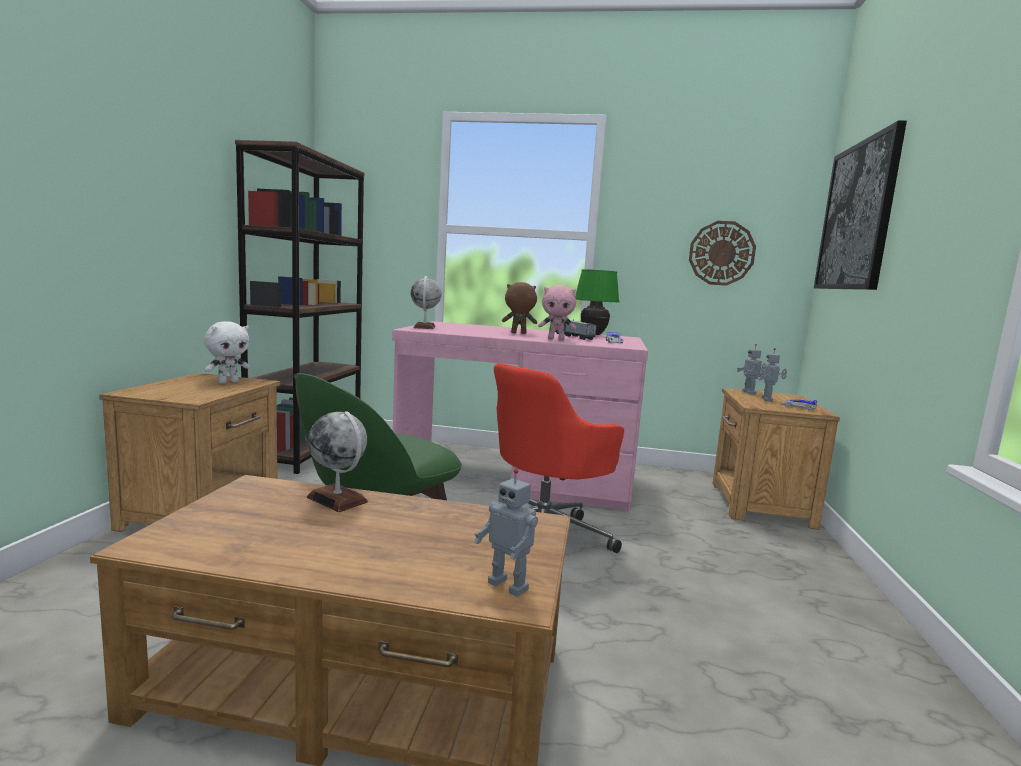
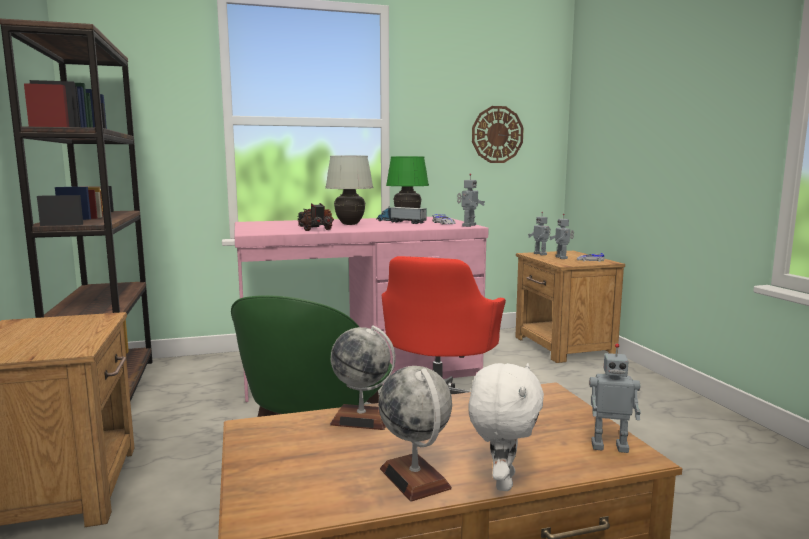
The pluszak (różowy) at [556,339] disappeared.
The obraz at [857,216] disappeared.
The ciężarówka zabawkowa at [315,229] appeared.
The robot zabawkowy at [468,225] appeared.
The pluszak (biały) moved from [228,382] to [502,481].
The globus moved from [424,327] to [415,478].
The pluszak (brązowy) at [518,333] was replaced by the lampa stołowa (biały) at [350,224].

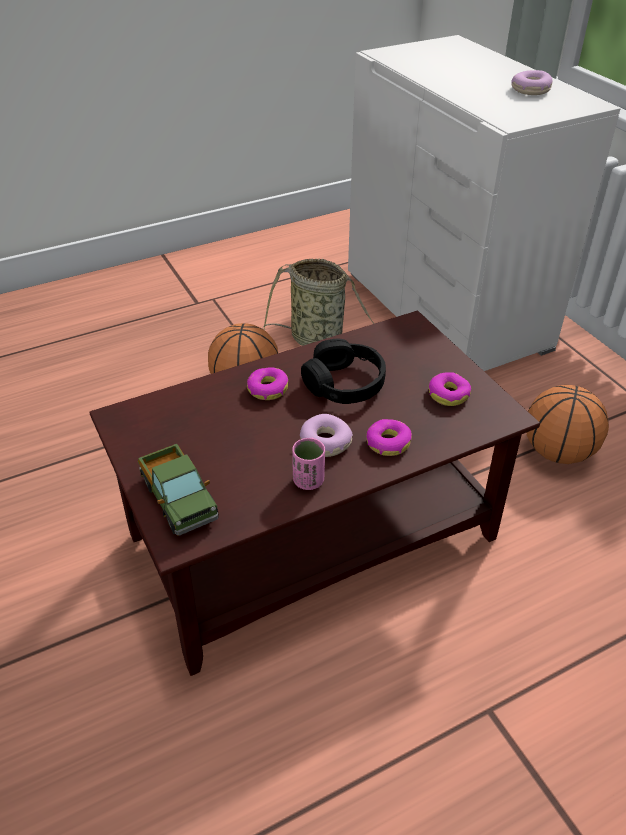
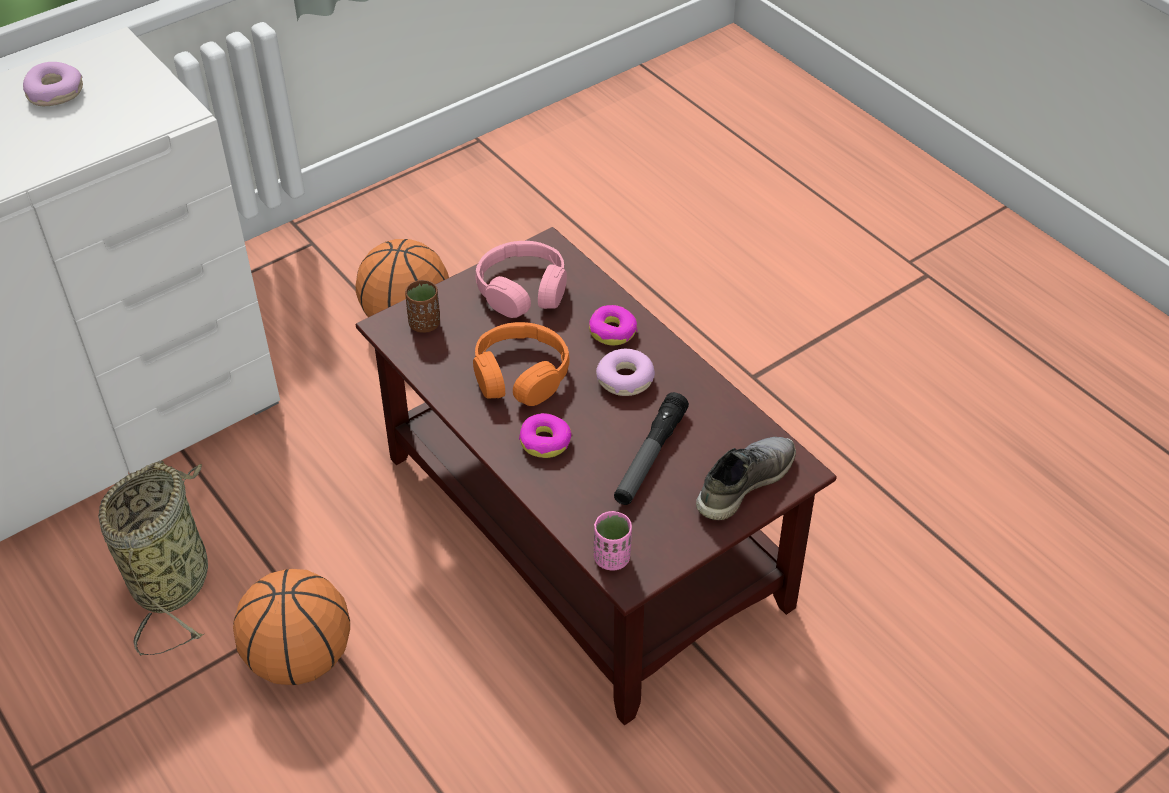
The filiżanka (brązowy) at [424,324] appeared.
The latarka at [650,456] appeared.
The filiżanka (różowy) moved from [308,481] to [612,558].
The ciężarówka zabawkowa at [179,499] was replaced by the but (szary) at [743,483].
The donut at [448,394] was replaced by the słuchawki (różowy) at [523,290].
The słuchawki (czarny) at [344,383] became the słuchawki (pomarańczowy) at [520,375].

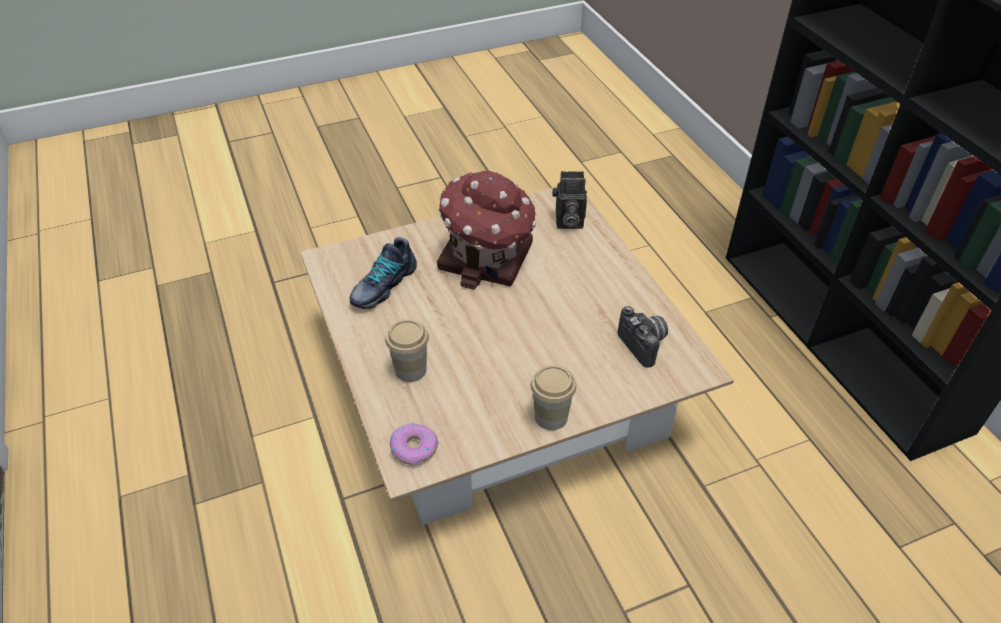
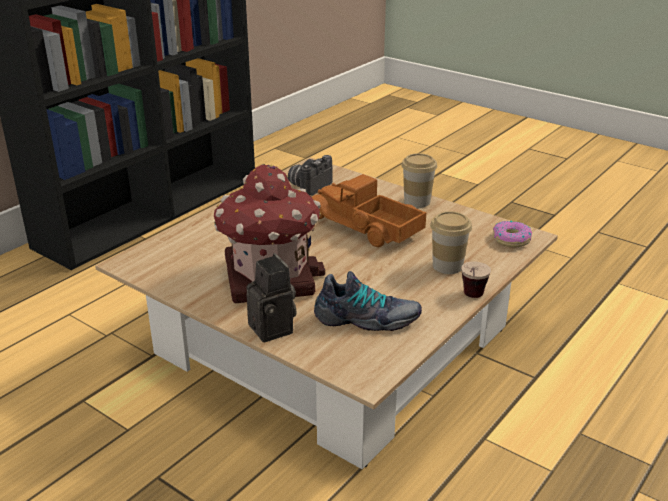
The ciężarówka zabawkowa at [363,226] appeared.
The filiżanka at [471,299] appeared.
The aparat fotograficzny moved from [567,222] to [274,329].

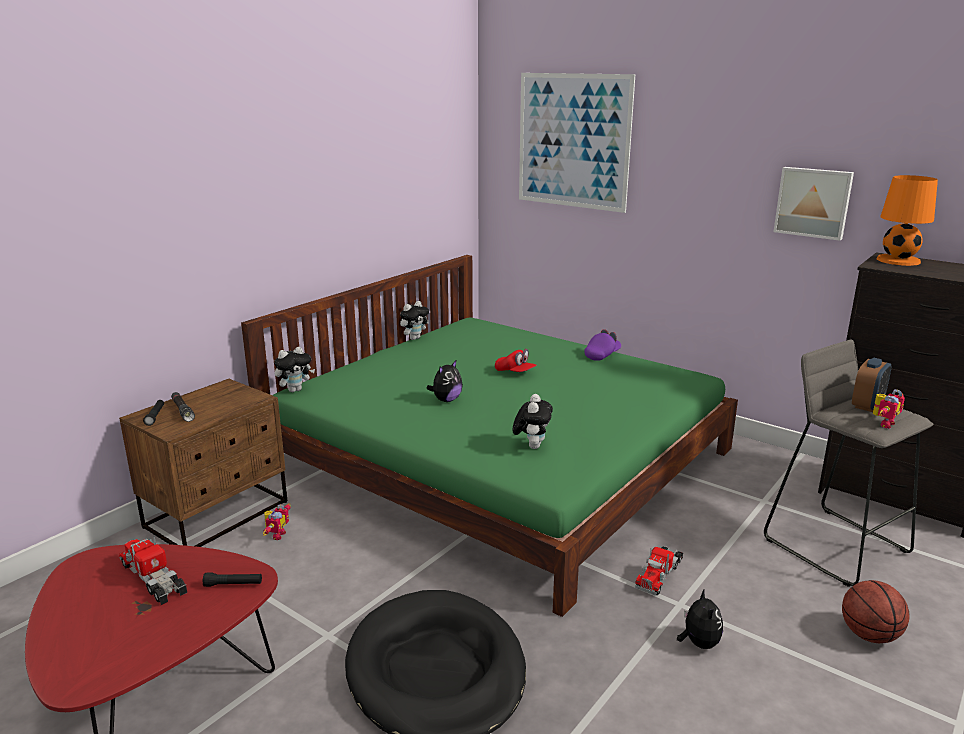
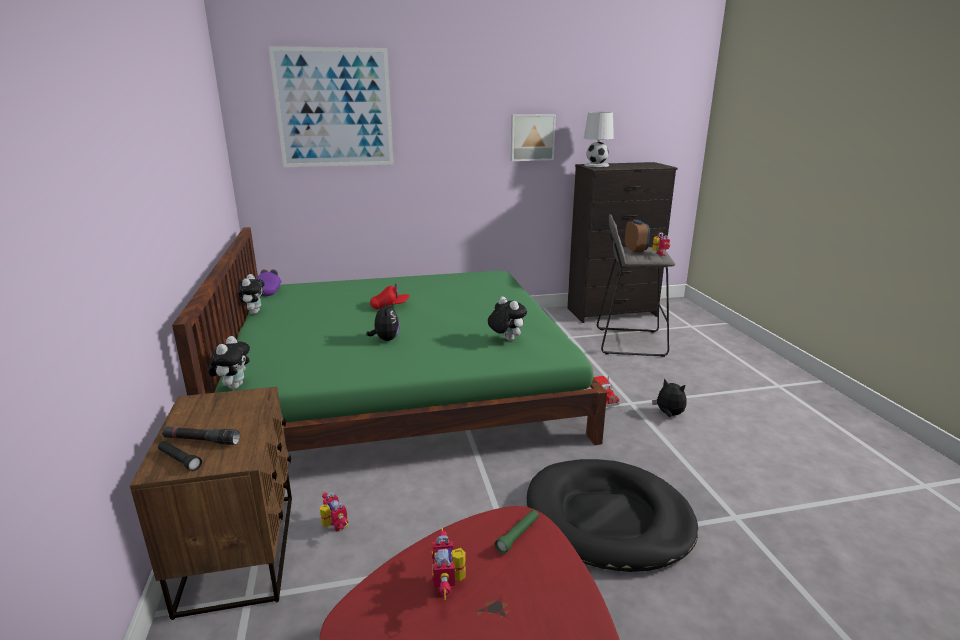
The piłka do koszykówki at [869,635] disappeared.
The czapka z daszkiem (fioletowy) moved from [602,355] to [269,291].
The ciężarówka zabawkowa at [153,578] was replaced by the robot zabawkowy at [449,585].
The latarka (czarny) at [233,584] became the latarka (zielony) at [518,535].
The lampa stołowa (pomarańczowy) at [898,260] became the lampa stołowa (biały) at [596,165].

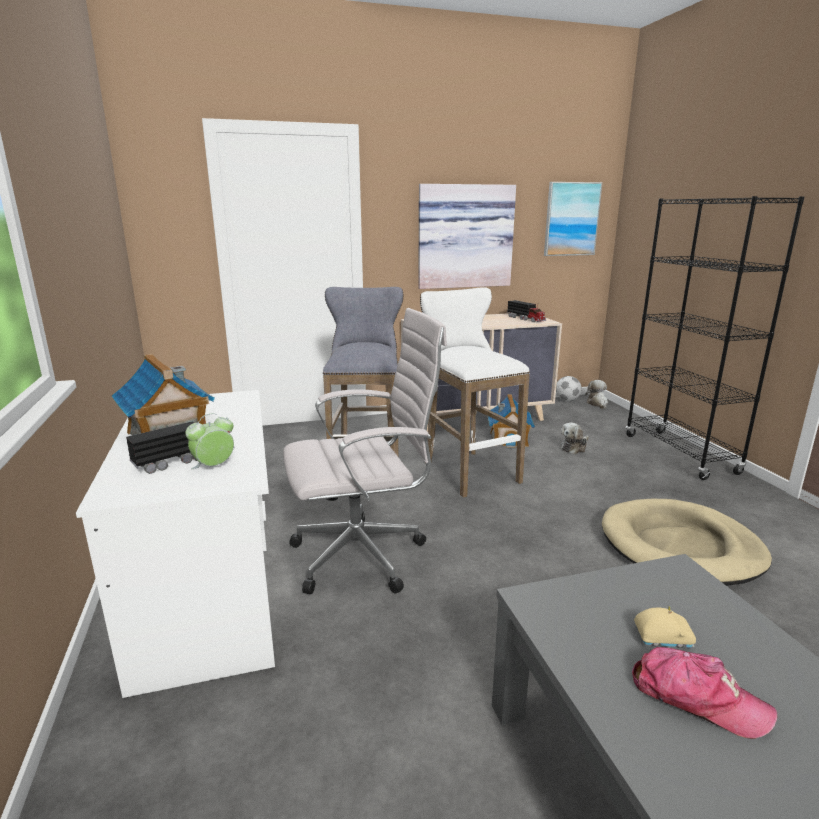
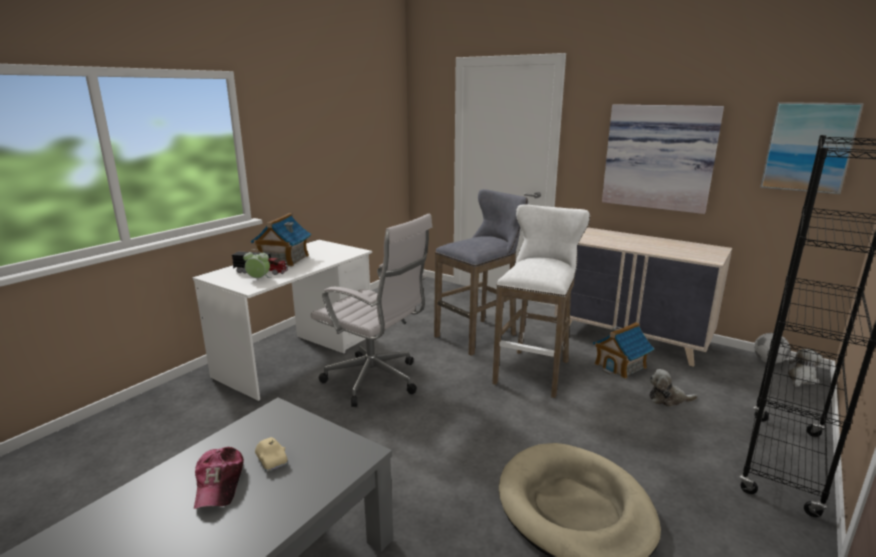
The ciężarówka zabawkowa at [526,319] disappeared.

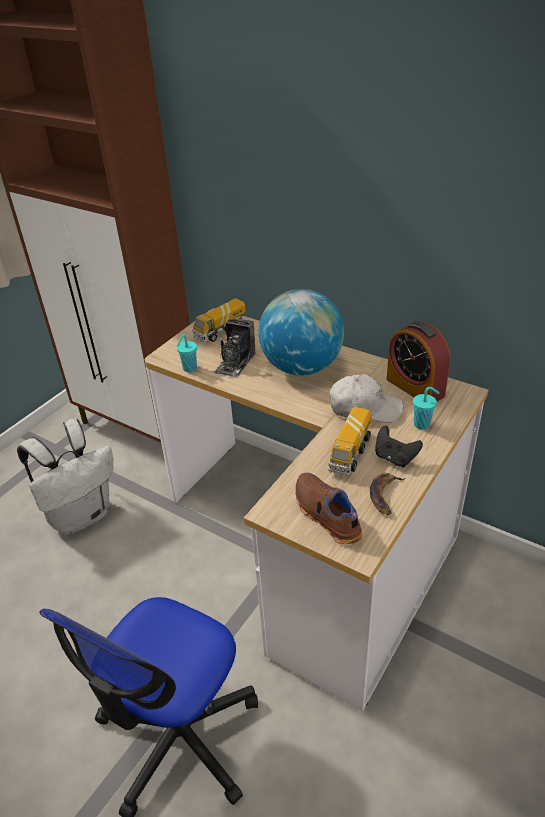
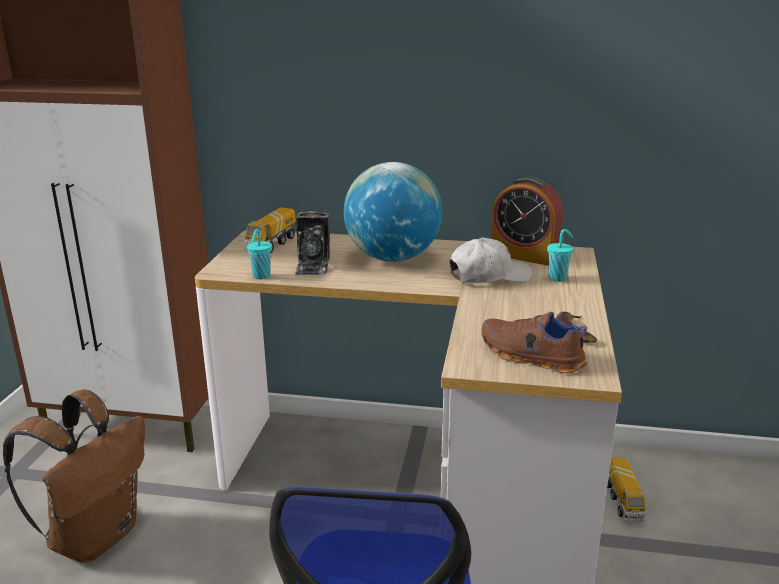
The pad do gier (czarny) at [394,458] disappeared.
The ciężarówka zabawkowa moved from [350,453] to [624,502].
The plecak (biały) at [82,515] became the plecak (brązowy) at [95,536].

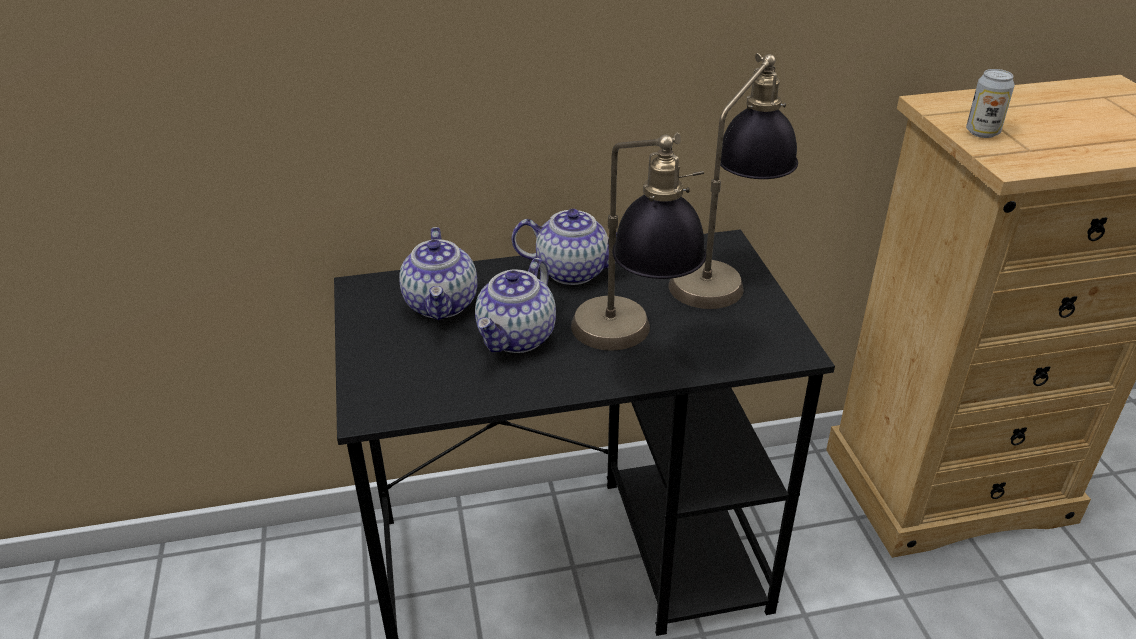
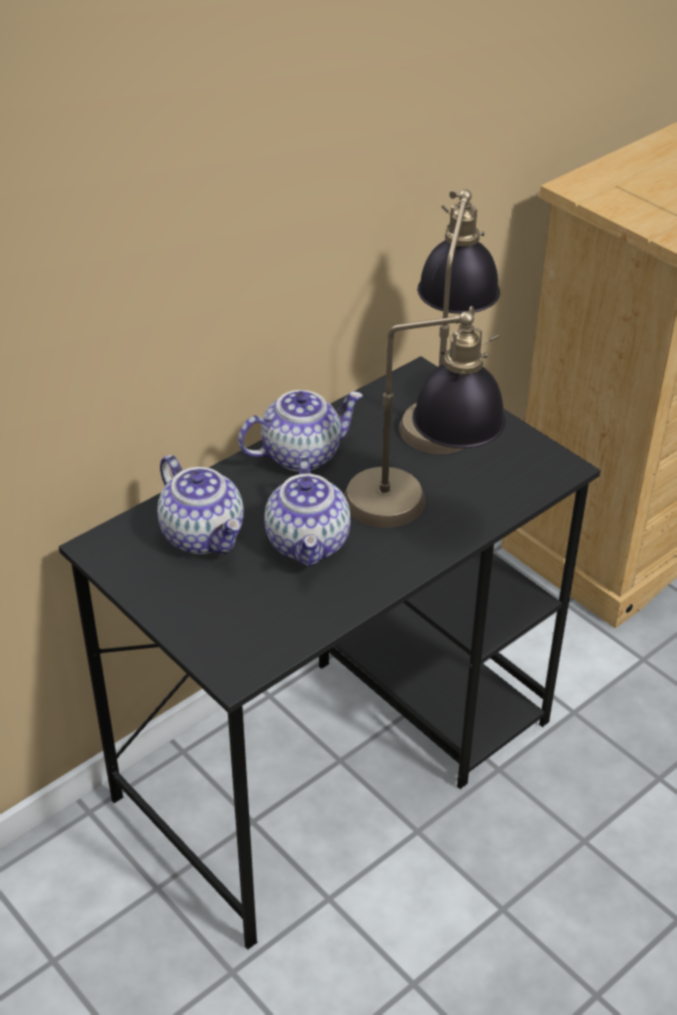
The puszka at [982,132] disappeared.

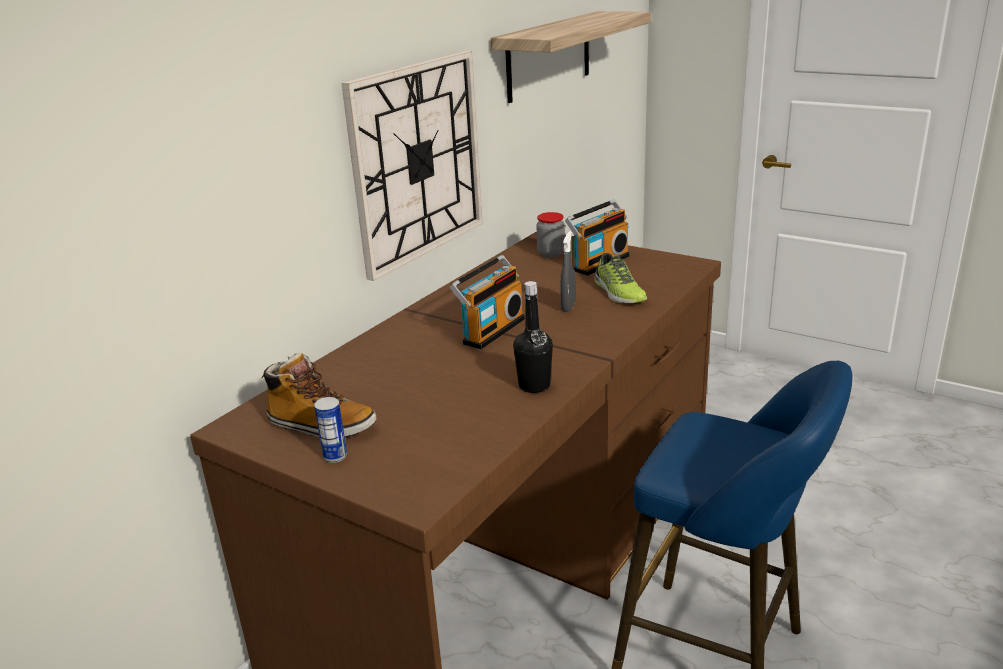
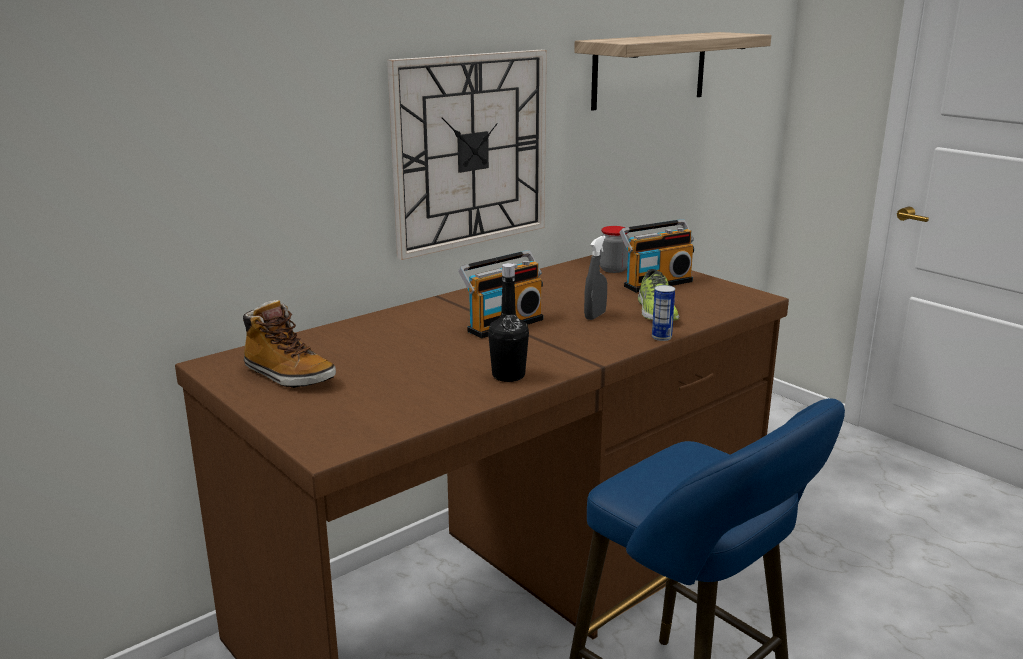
The puszka moved from [335,456] to [661,337].

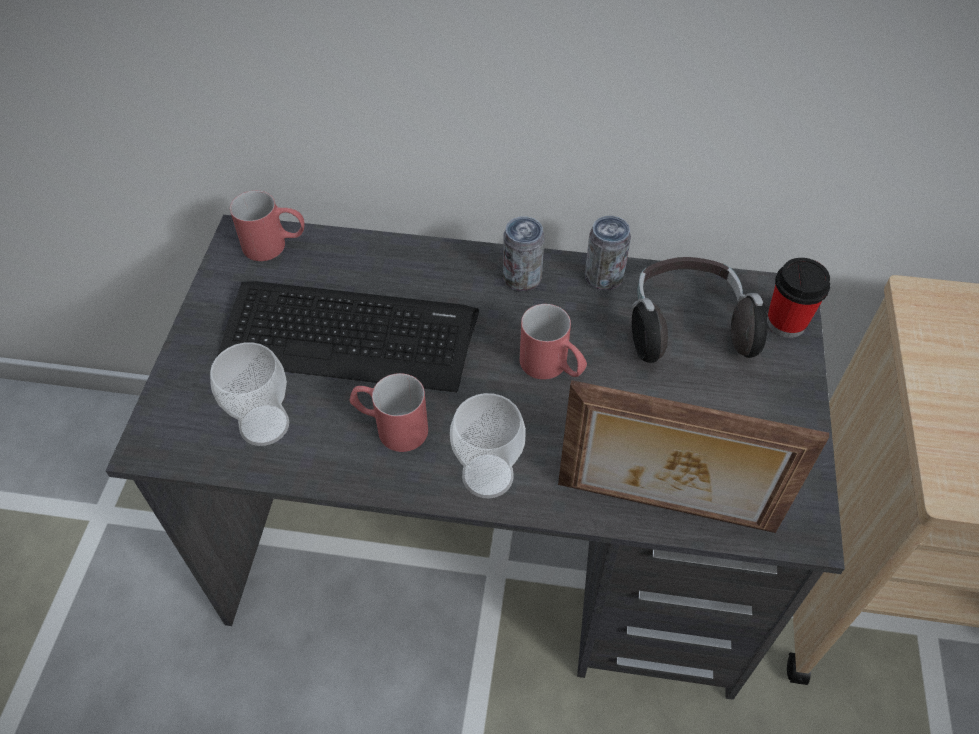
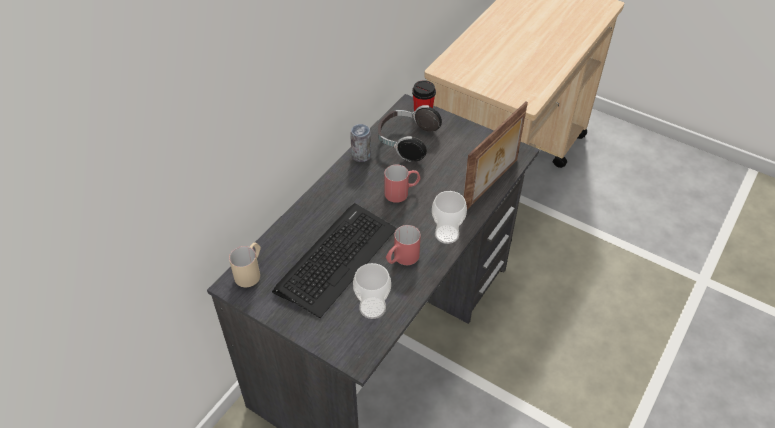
The puszka at [522,278] disappeared.
The kubek (czerwony) at [275,245] became the kubek (beżowy) at [250,271].

